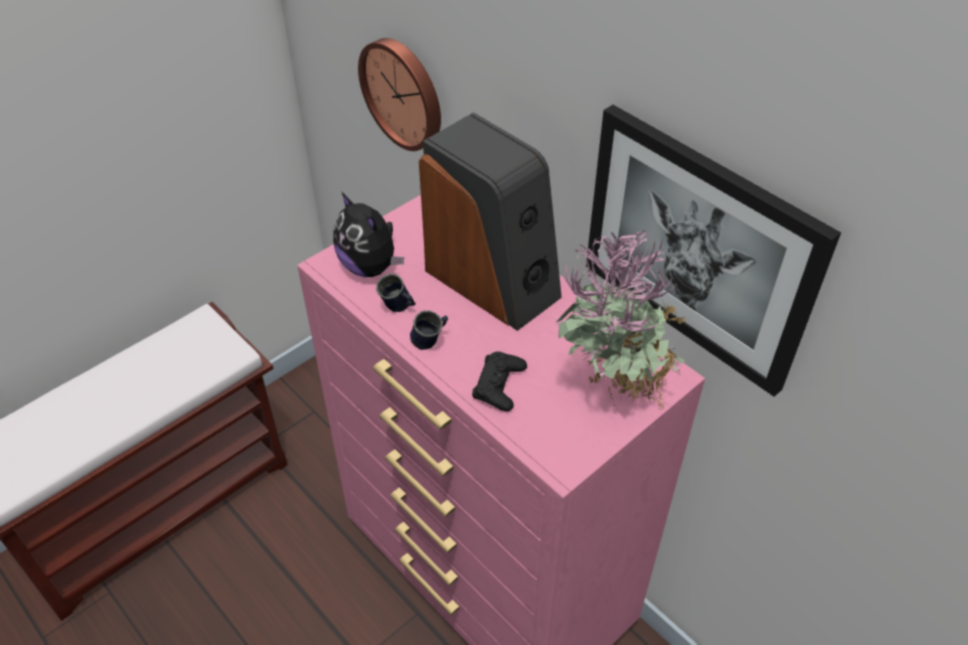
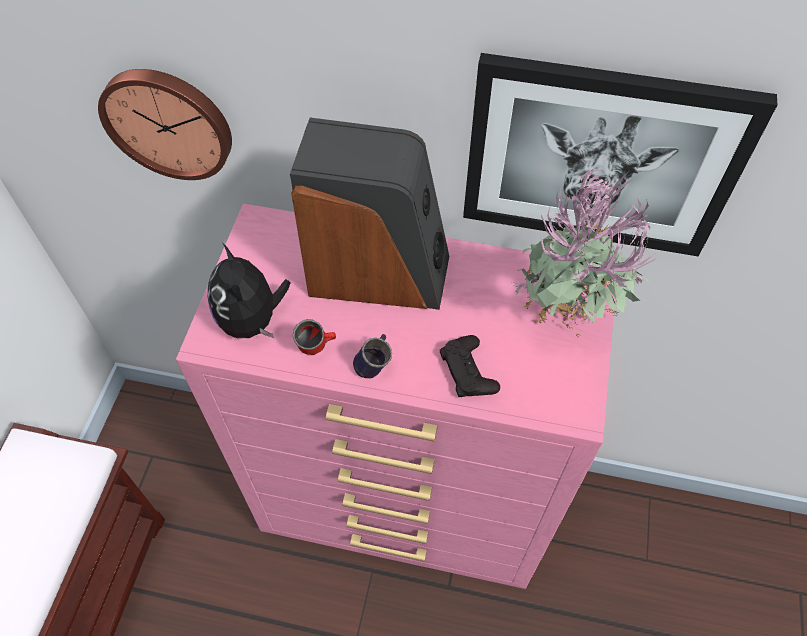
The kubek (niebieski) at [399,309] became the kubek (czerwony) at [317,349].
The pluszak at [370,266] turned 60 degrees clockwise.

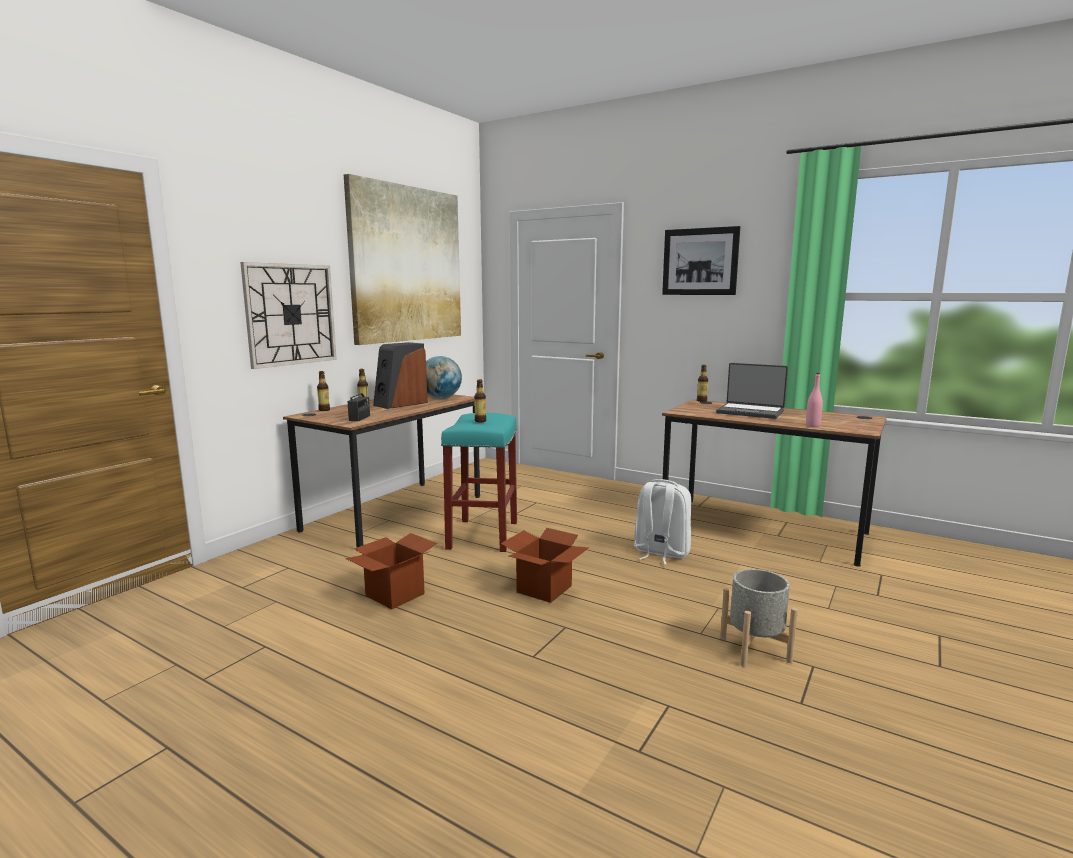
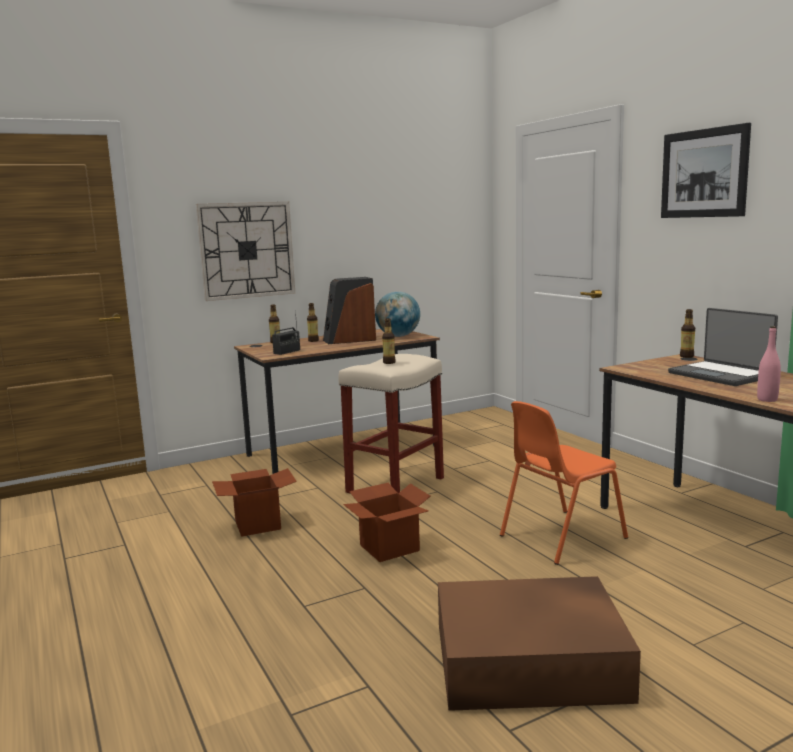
The obraz at [406,265] disappeared.
The plecak (biały) at [660,552] was replaced by the krzesło (pomarańczowy) at [560,537].
The donica (szary) at [755,649] was replaced by the pojemnik do przechowywania (brązowy) at [532,662].
The stołek (turkusowy) at [483,535] became the stołek (beżowy) at [395,485].

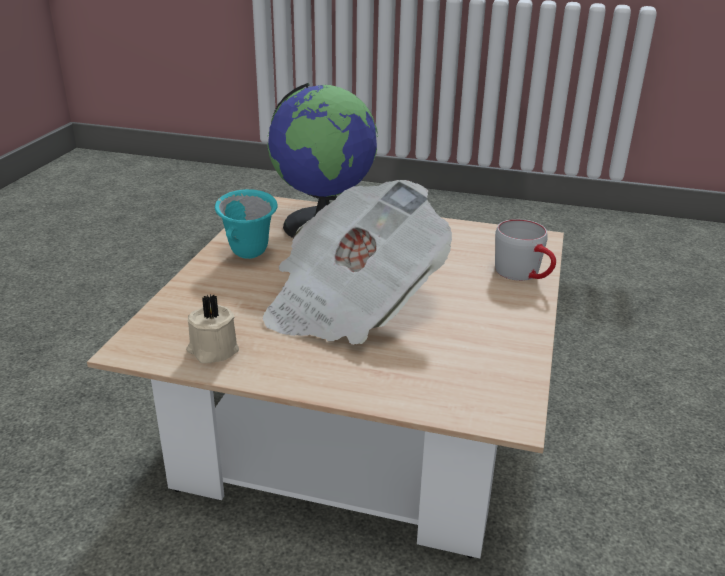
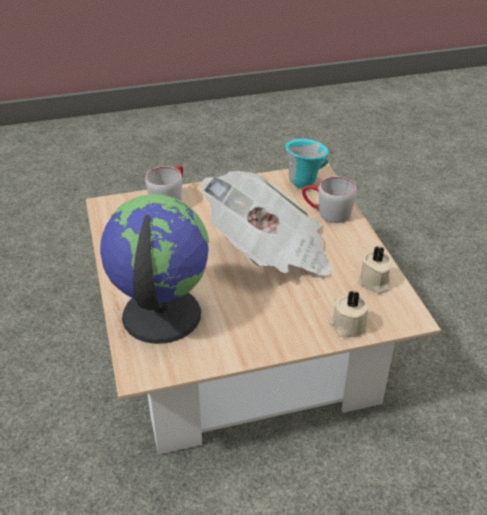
The kubek (szary) at [326,212] appeared.
The świeca (beżowy) at [347,326] appeared.
The kubek (turkusowy) moved from [249,256] to [304,183].

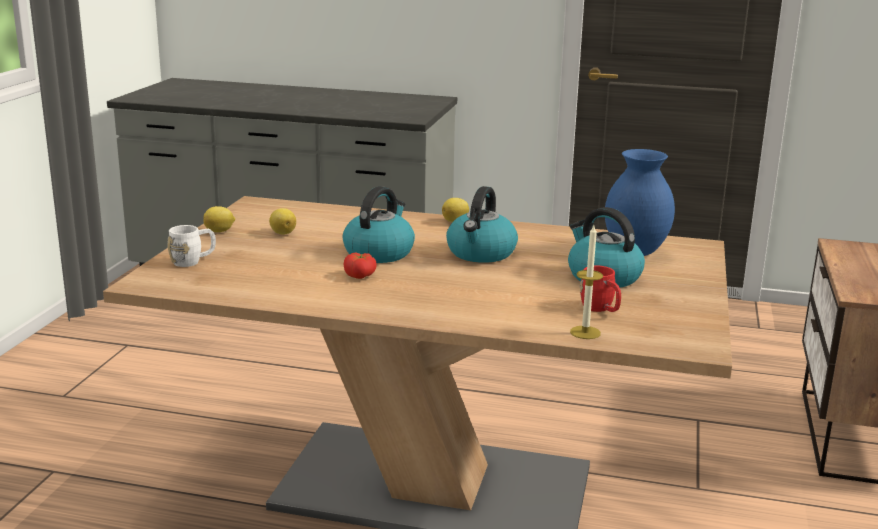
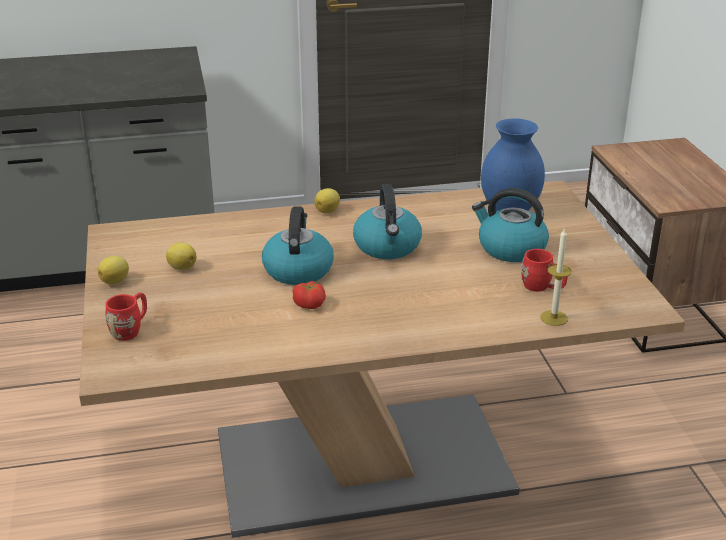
The kubek (biały) at [193,261] became the kubek (czerwony) at [130,329].

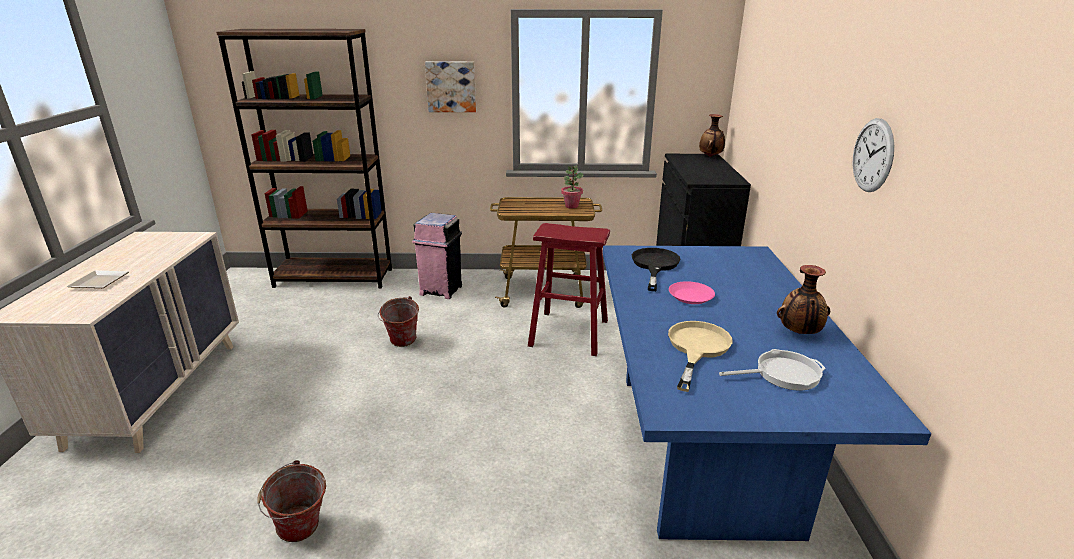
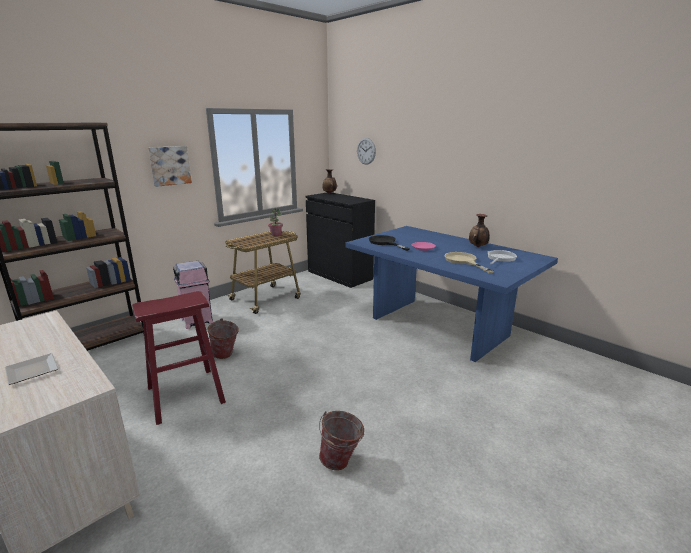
The stołek (czerwony) moved from [569,333] to [185,394].
The zegar ścienny moved from [873,155] to [366,151].

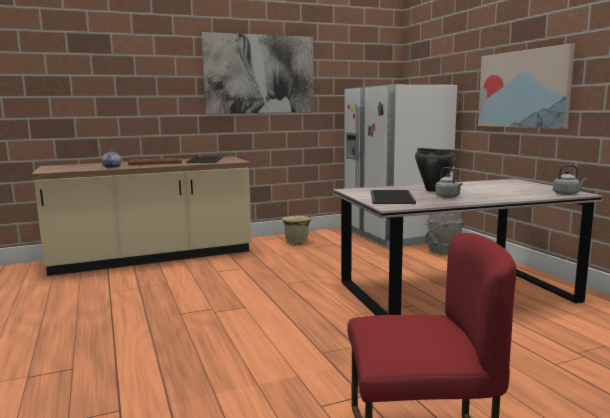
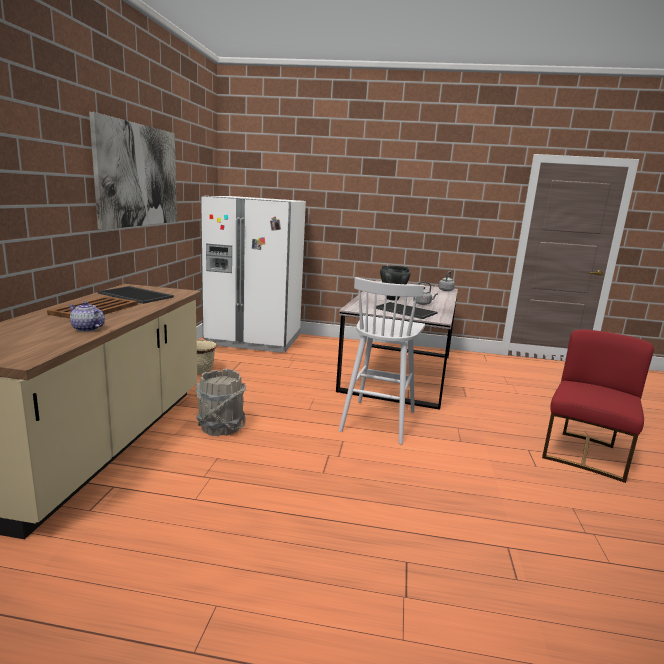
The obraz at [523,89] disappeared.
The stołek (biały) at [378,420] appeared.
The wiadro (szary) moved from [443,251] to [220,427].

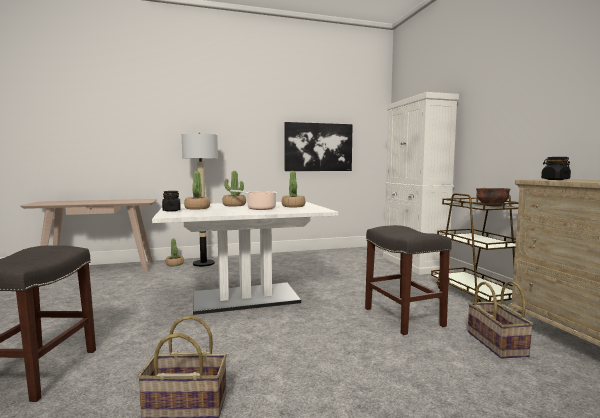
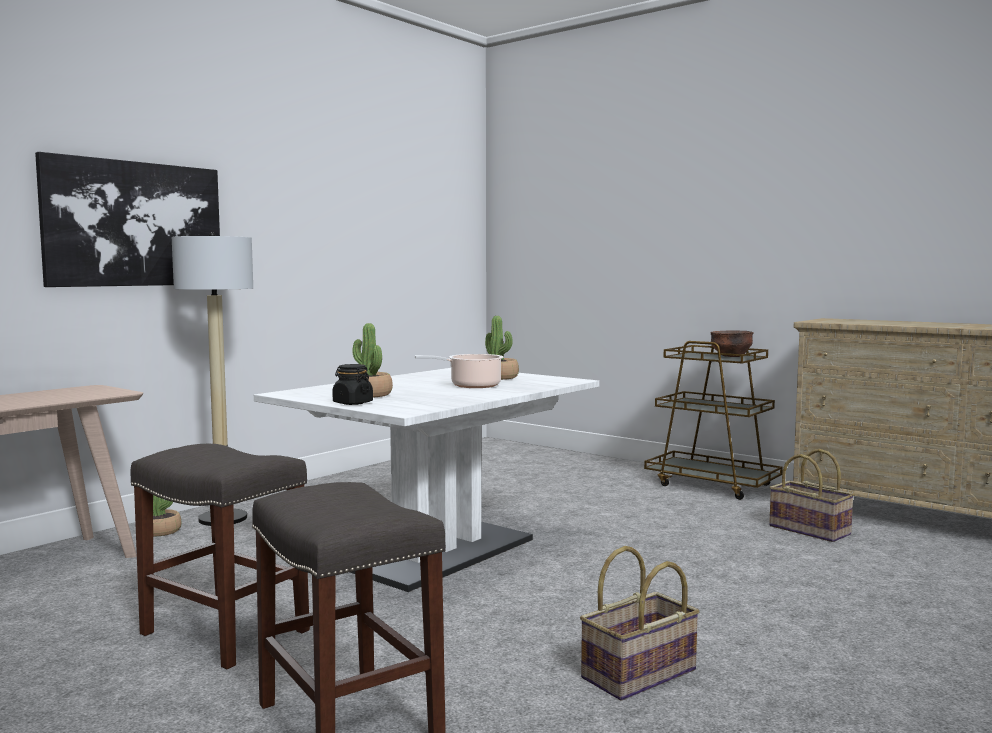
The roślina doniczkowa at [234,205] disappeared.
The szafka (biały) at [414,264] disappeared.
The słoik (czarny) at [555,179] disappeared.
The obraz moved from [318,147] to [134,224].
The stołek (szary) moved from [402,316] to [222,632].

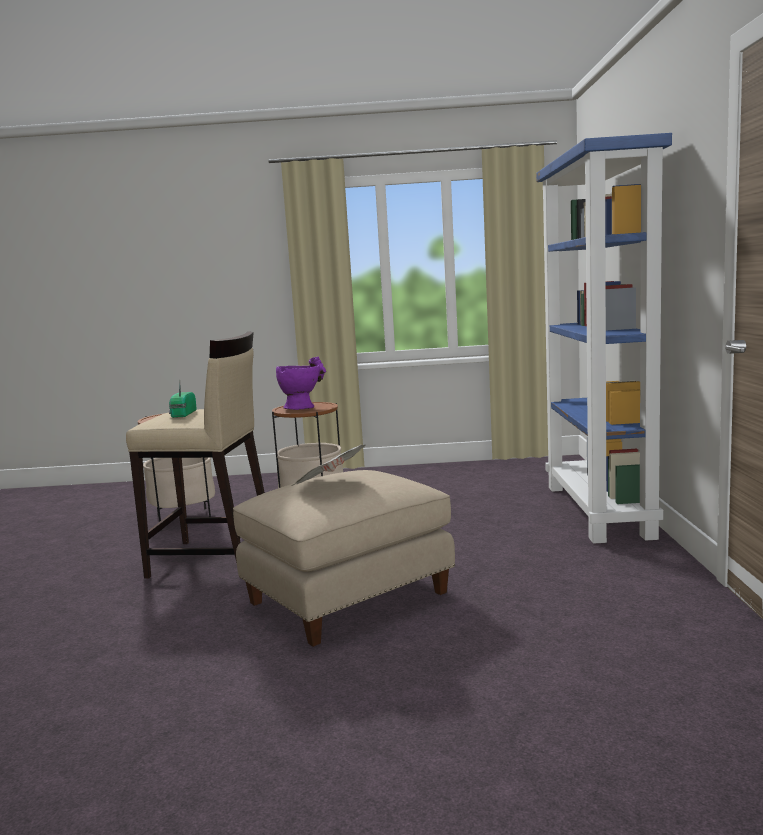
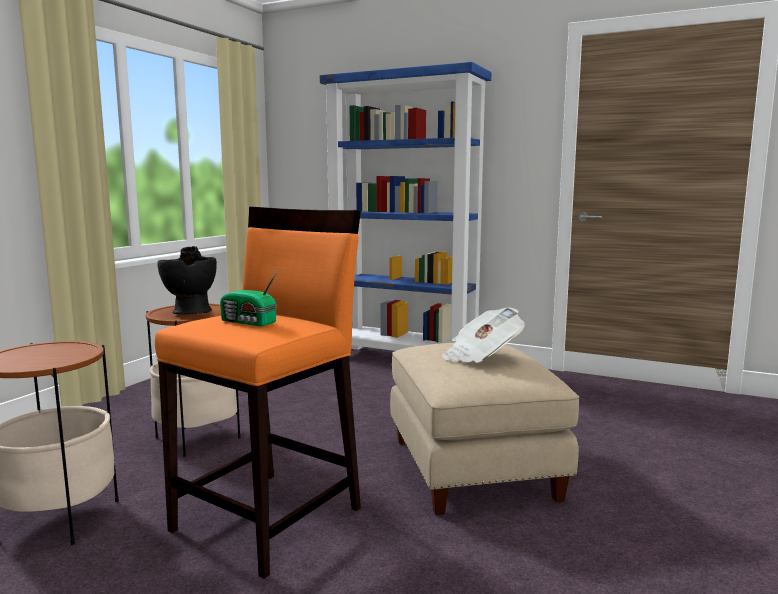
The stołek (beżowy) at [213,559] became the stołek (pomarańczowy) at [270,518].
The wazon (fioletowy) at [303,407] became the wazon (czarny) at [191,311].

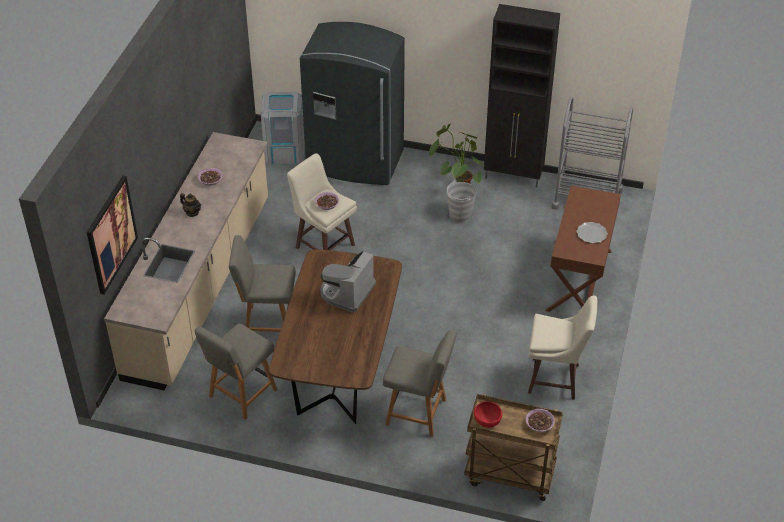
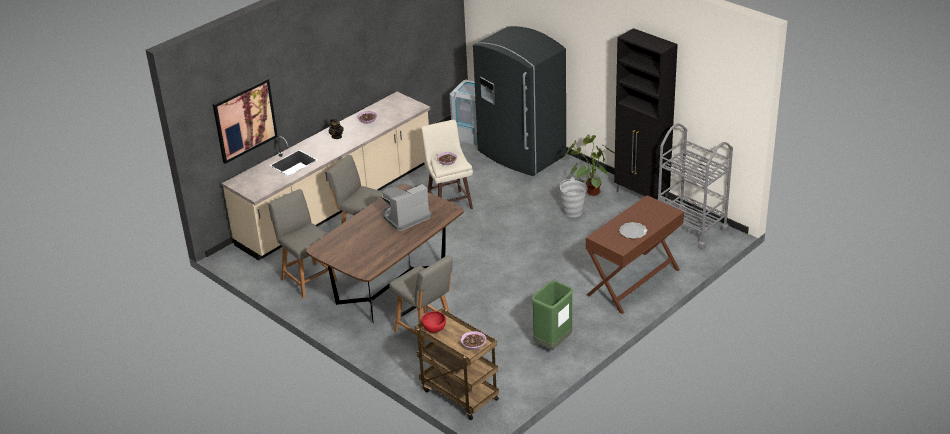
The stołek (beżowy) at [555,379] was replaced by the kosz na śmieci (zielony) at [553,343].
The krzesło (szary) at [241,395] turned 75 degrees clockwise.

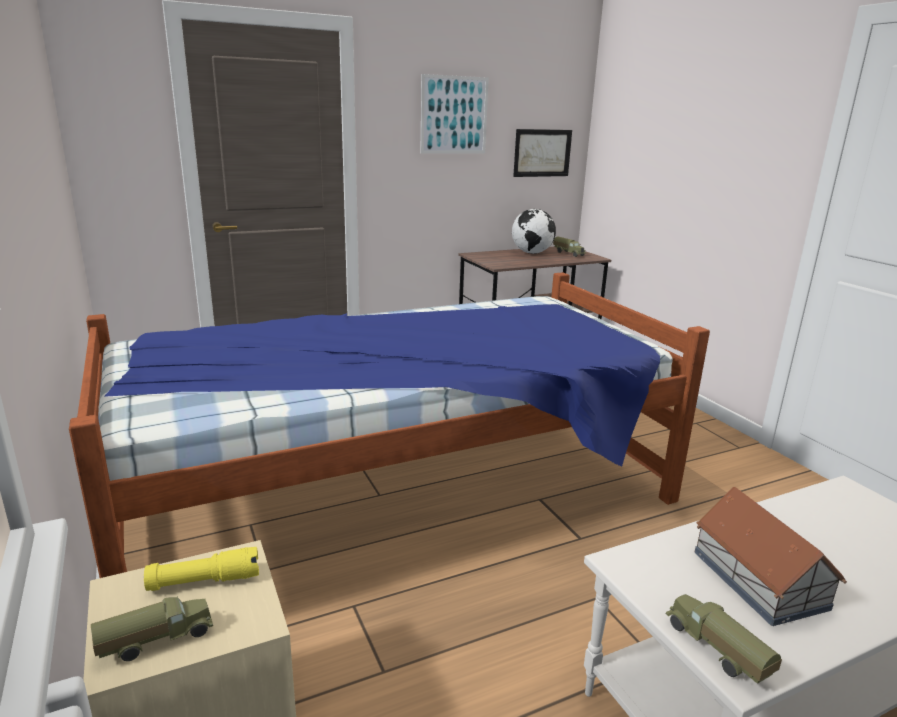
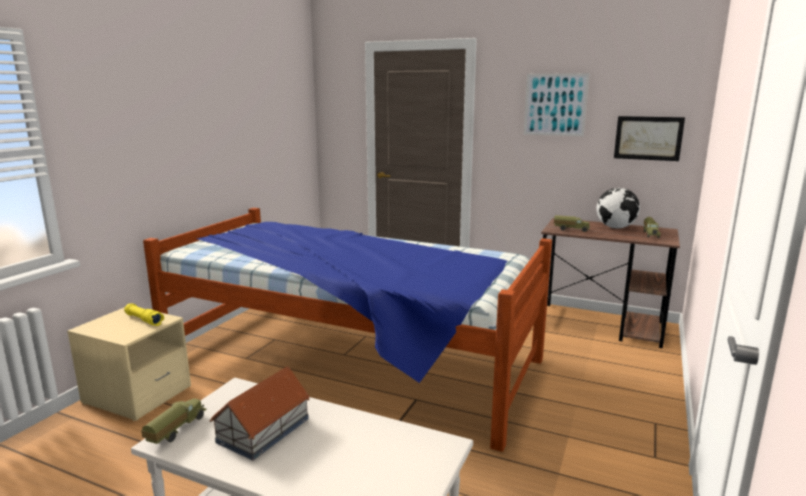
The ciężarówka zabawkowa moved from [156,640] to [571,229].

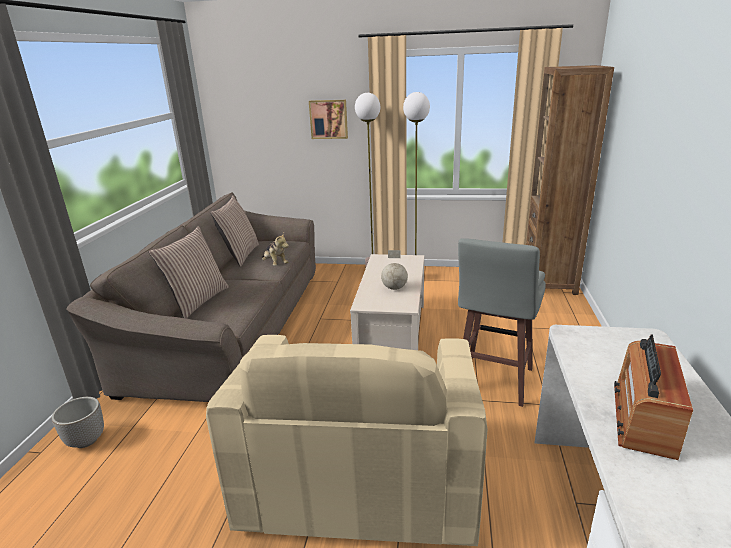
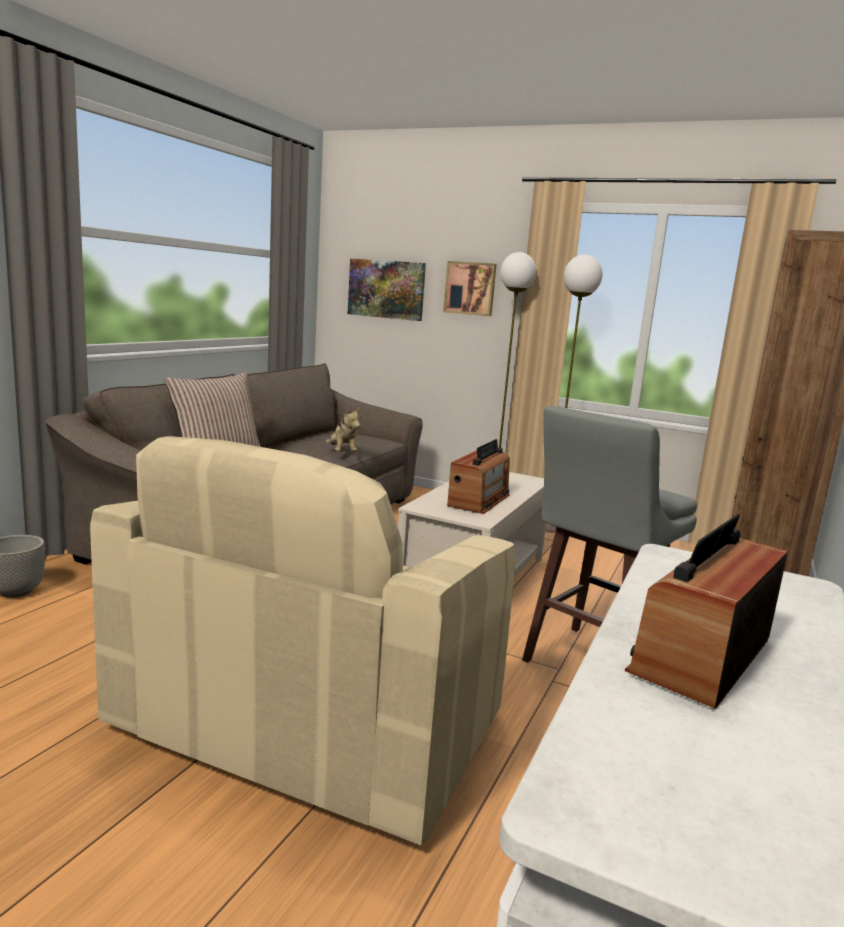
The poduszka at [240,255] disappeared.
The obraz at [386,289] appeared.
The globus at [394,288] was replaced by the radio at [479,500].

